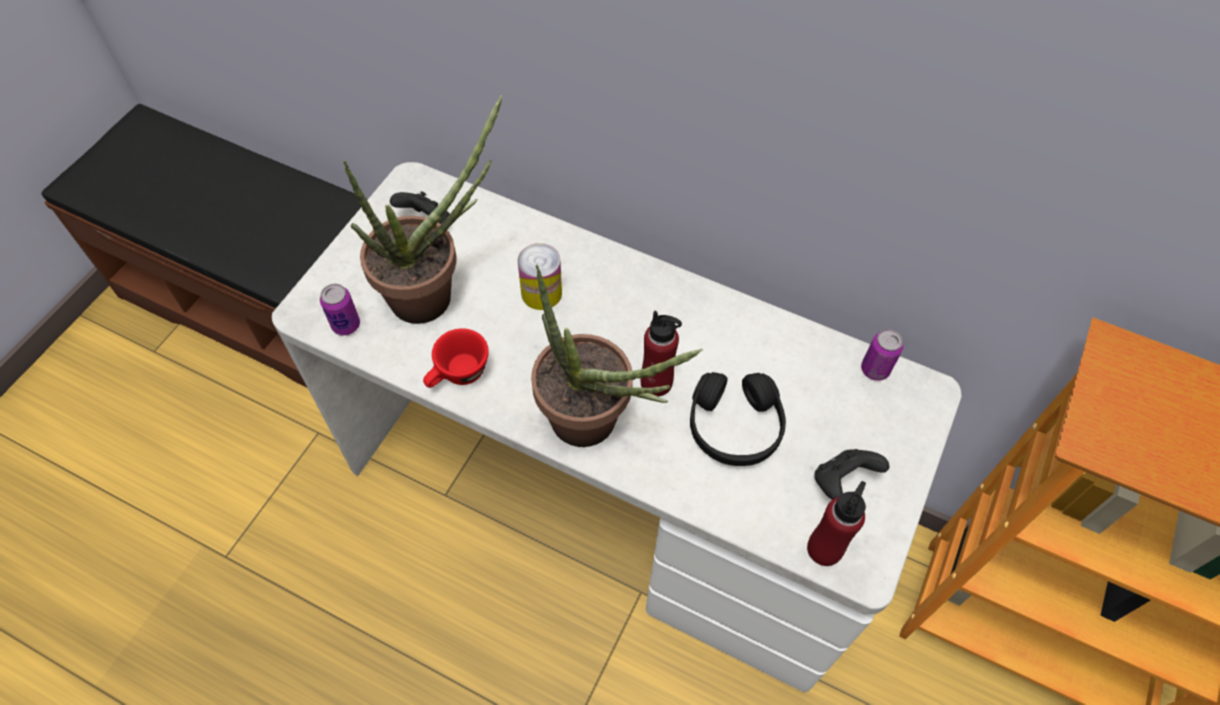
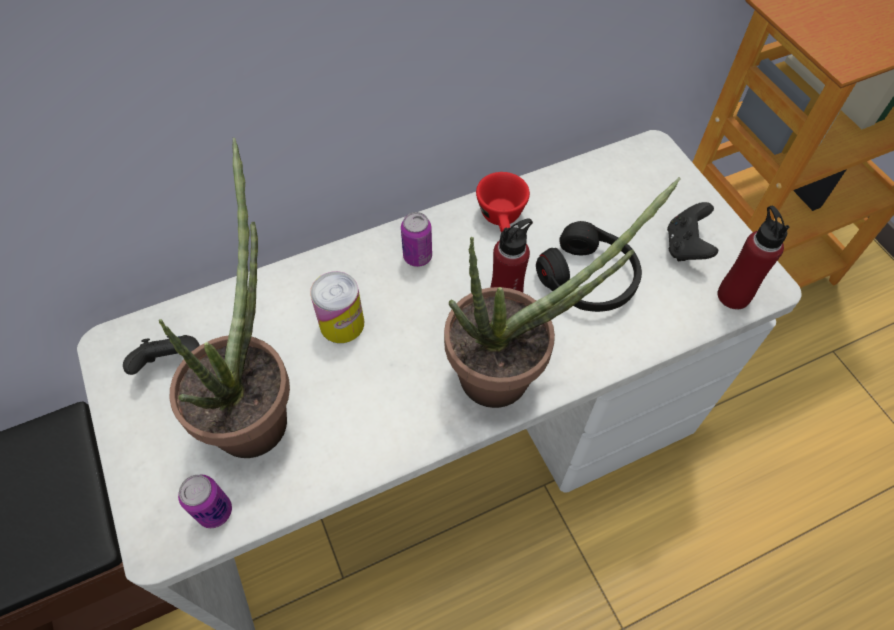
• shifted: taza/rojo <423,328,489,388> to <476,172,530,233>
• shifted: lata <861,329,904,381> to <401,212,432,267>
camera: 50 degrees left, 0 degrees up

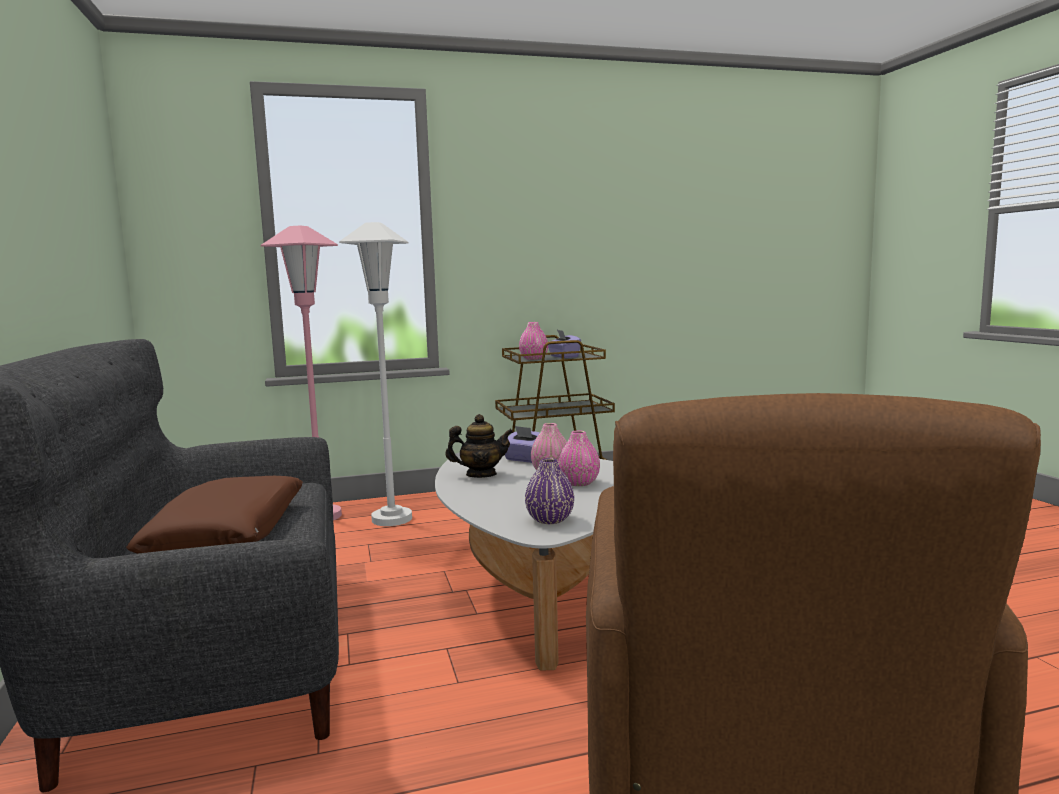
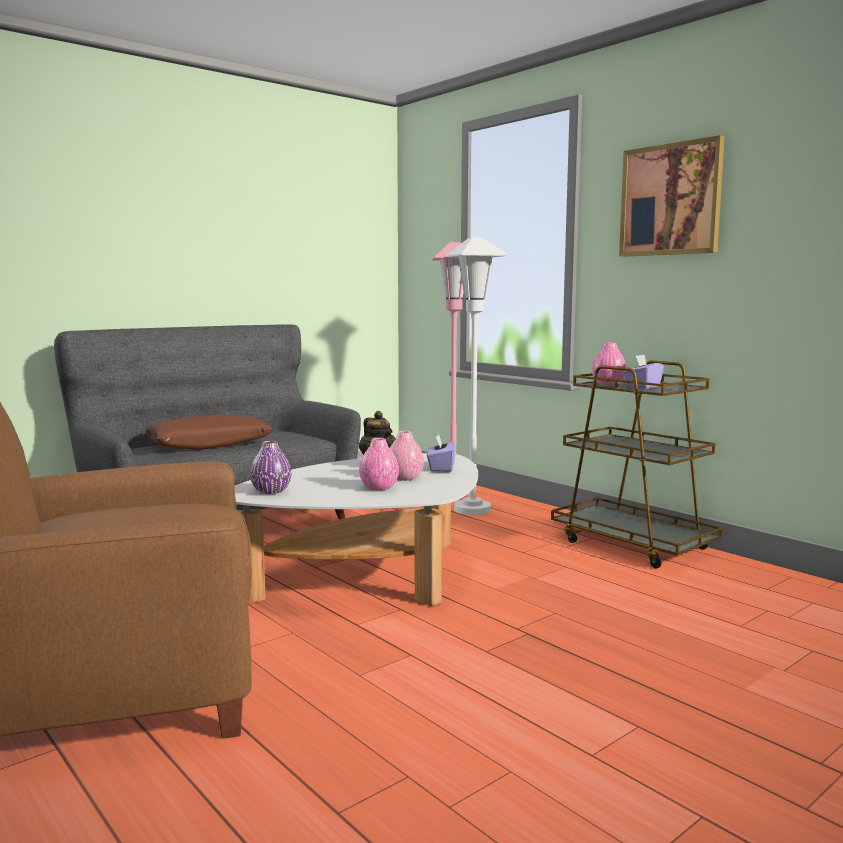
• new: cuadro <619,135,725,257>
camera: 65 degrees right, 0 degrees up

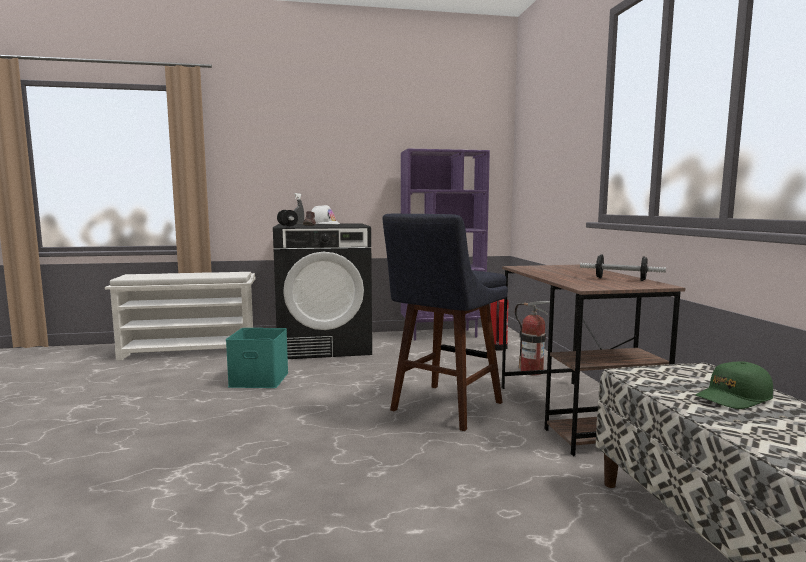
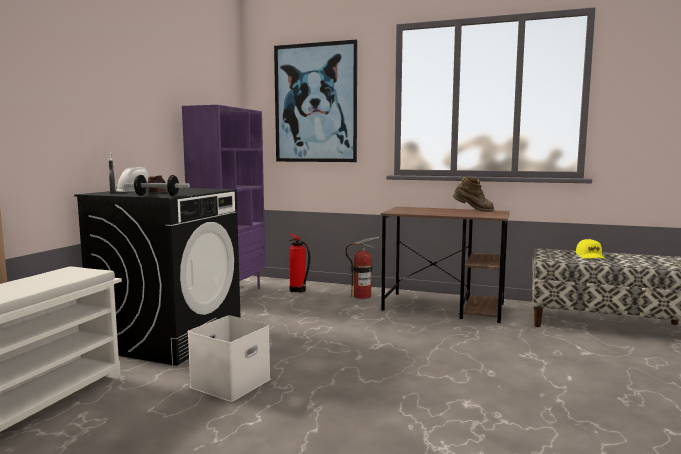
• gone: taburete/azul <382,214,508,431>
• new: cuadro <274,40,357,162>
• swapped: mancuerna <580,255,666,281> to bota/marrón <453,177,494,212>
• repainted: caja de almacenaje/turquesa <226,328,288,388> to caja de almacenaje/blanco <188,315,271,402>
• repainted: gorra/verde <696,361,773,409> to gorra/amarillo <576,239,605,259>
camera: 60 degrees left, 0 degrees up

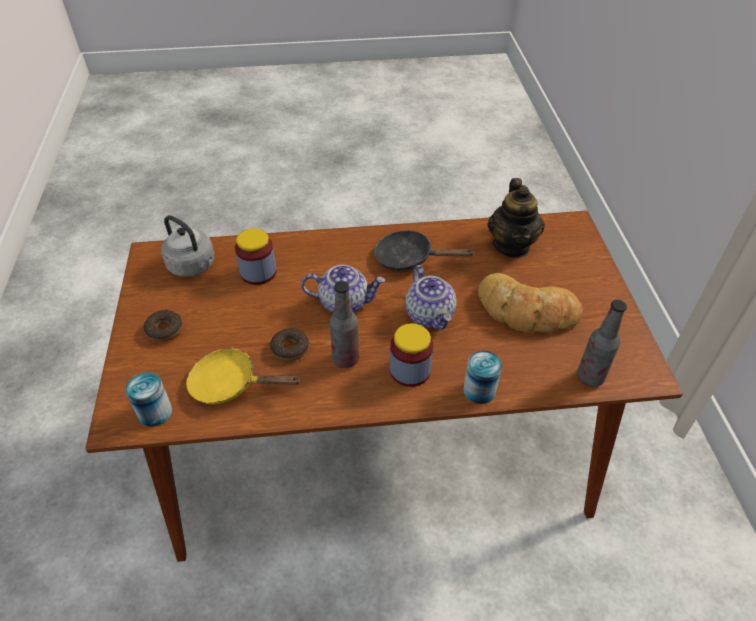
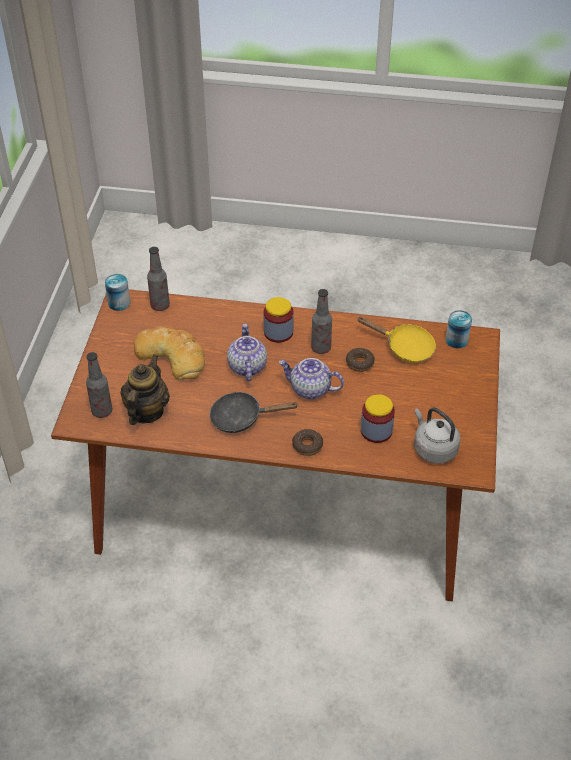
• new: botella <86,352,112,418>
• shifted: rosquilla <144,310,183,342> to <292,429,323,456>
• shifted: lata <463,350,502,404> to <105,274,130,311>
• rotated: sartén/negro <374,230,475,271> = <209,392,299,433> 150 degrees clockwise
camera: 165 degrees left, 0 degrees up

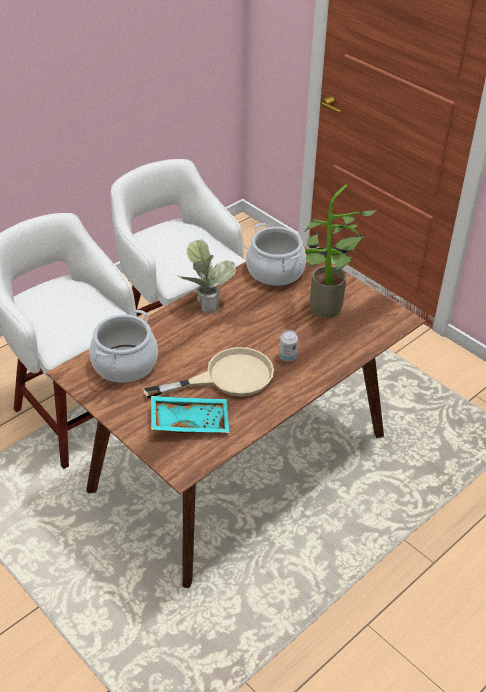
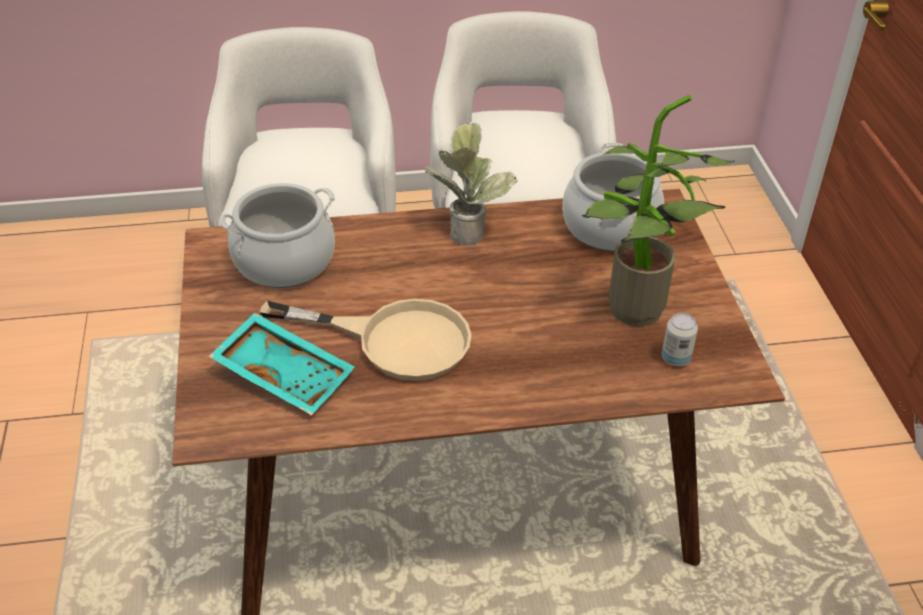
• shifted: lata <279,330,298,361> to <662,313,698,366>
camera: 35 degrees right, 0 degrees up

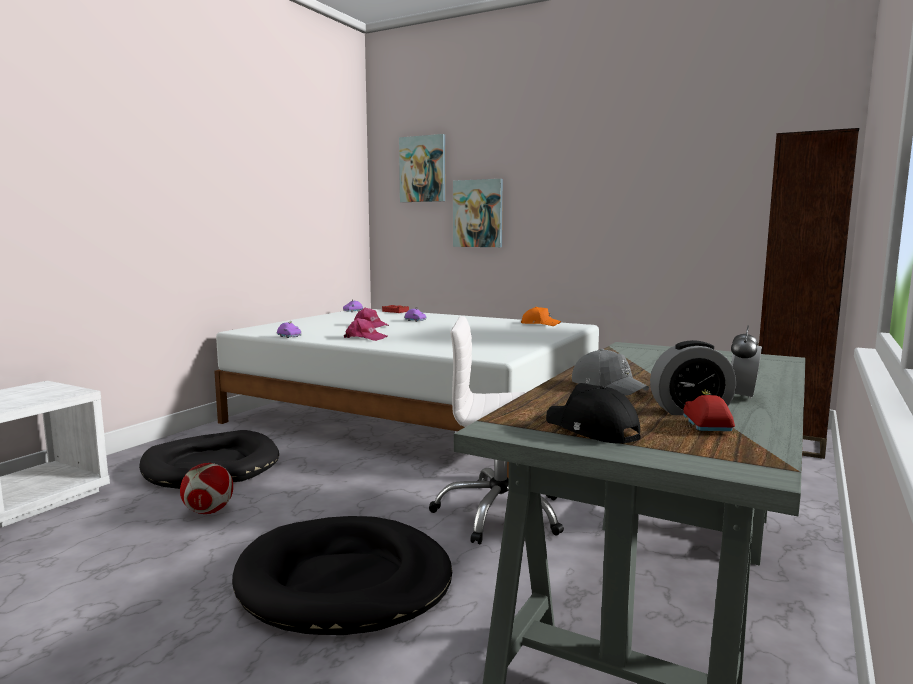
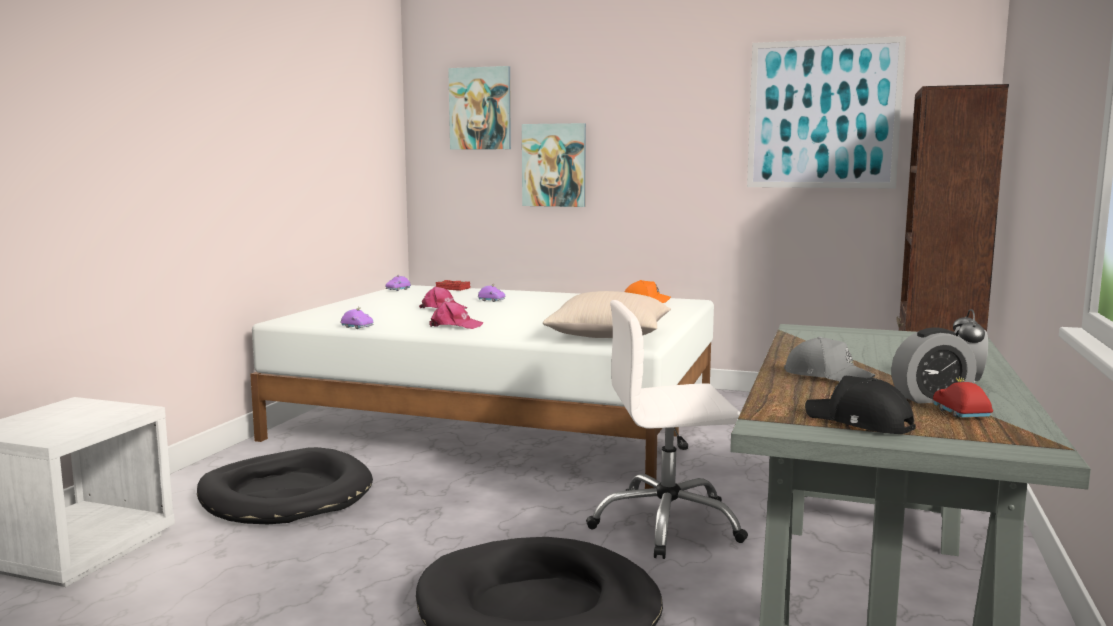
• gone: balón de fútbol <180,463,233,514>
• new: cojín/beis <543,291,671,338>
• new: cuadro <747,36,906,189>
camera: 10 degrees left, 0 degrees up

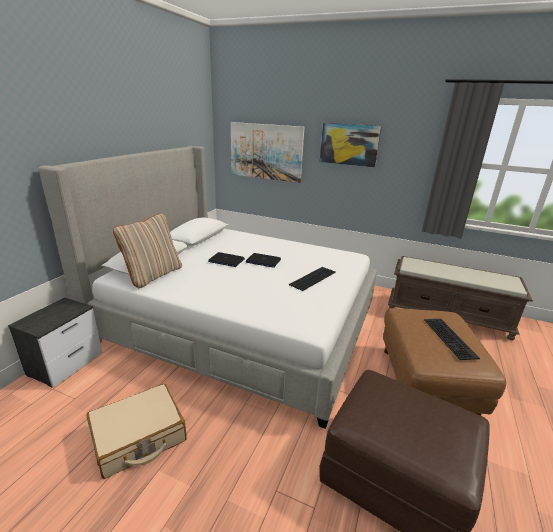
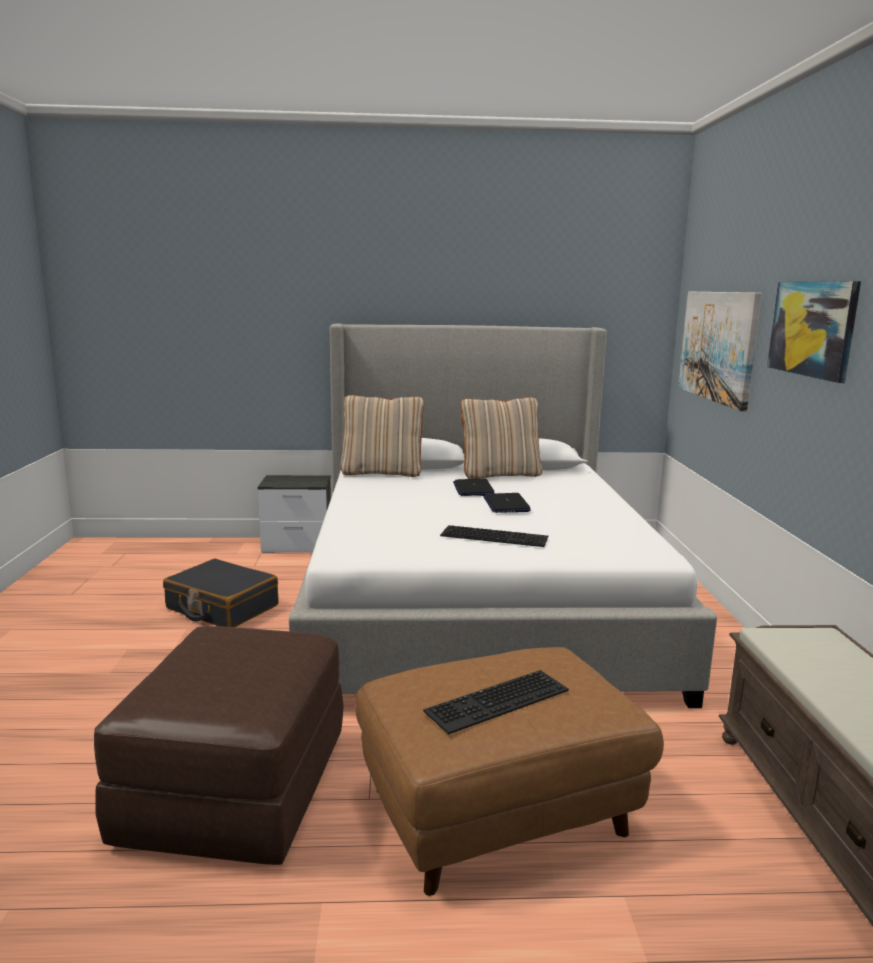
• new: cojín/beis <460,397,542,479>
• repainted: maleta/beis <87,384,187,479> to maleta/negro <163,559,279,627>
camera: 65 degrees right, 10 degrees down

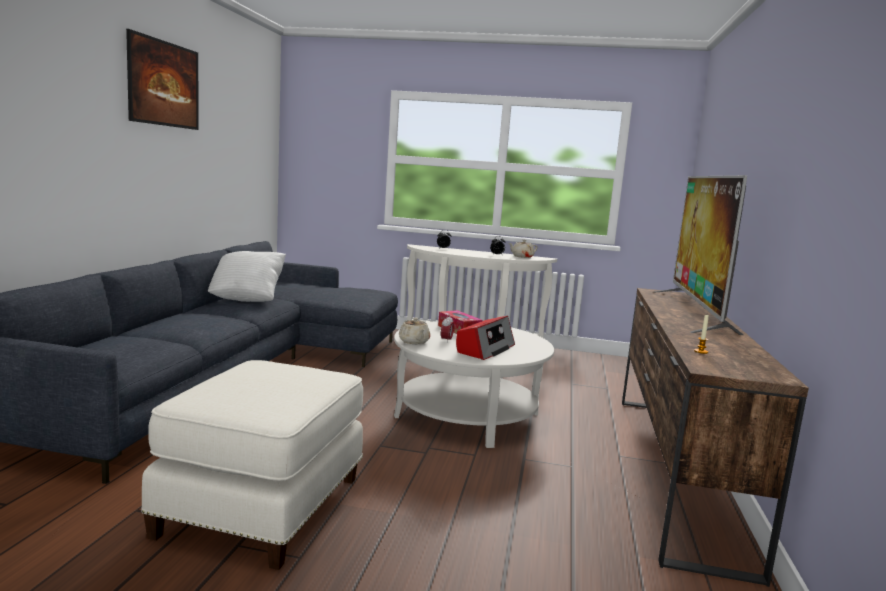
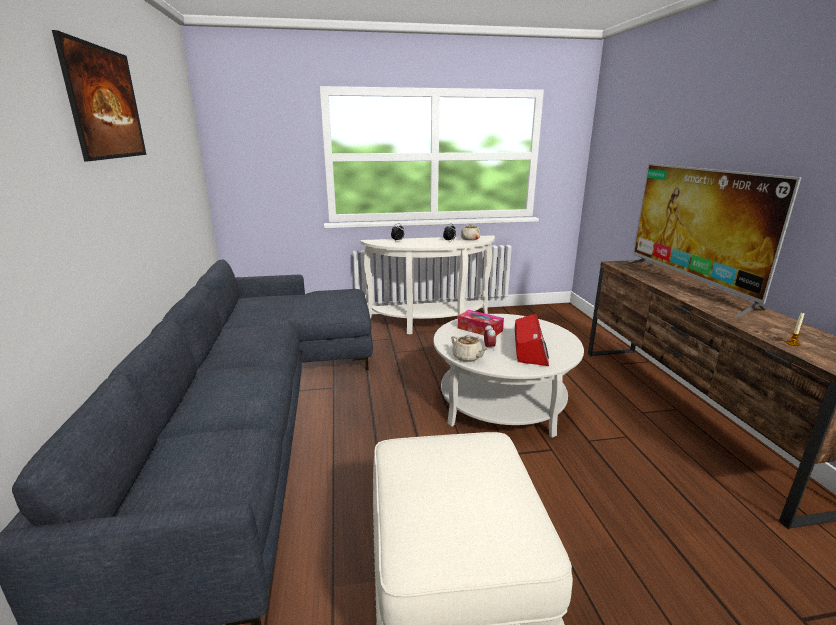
• gone: cojín/blanco <208,251,286,302>
camera: 20 degrees left, 10 degrees up

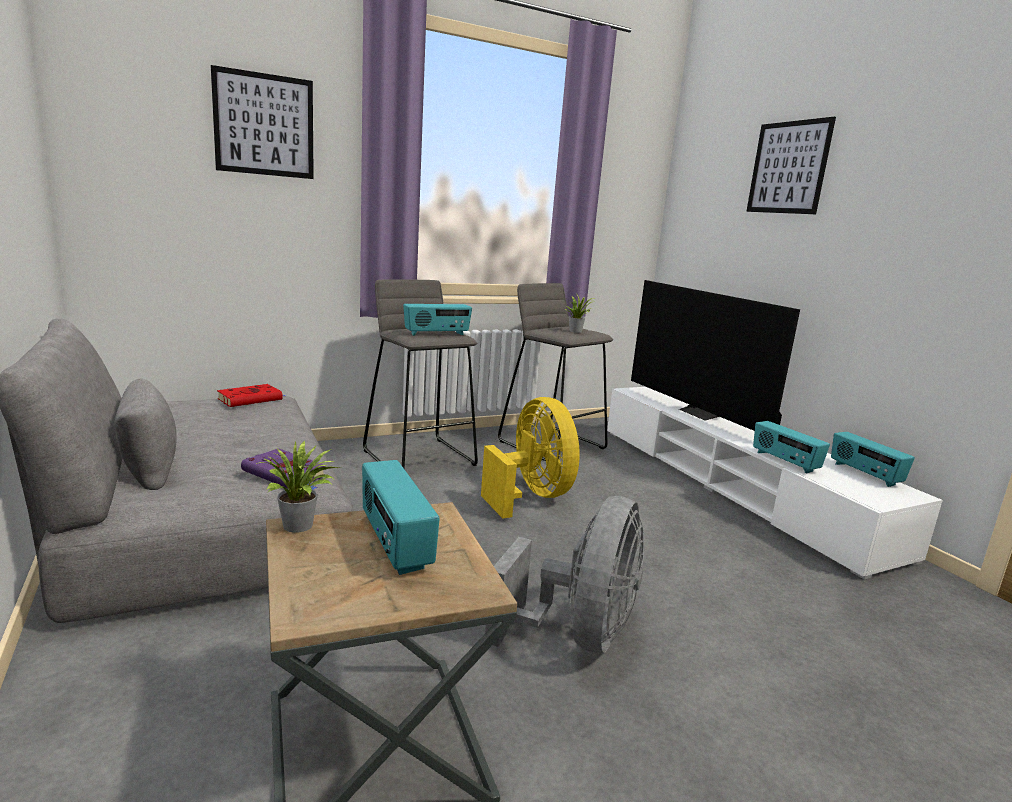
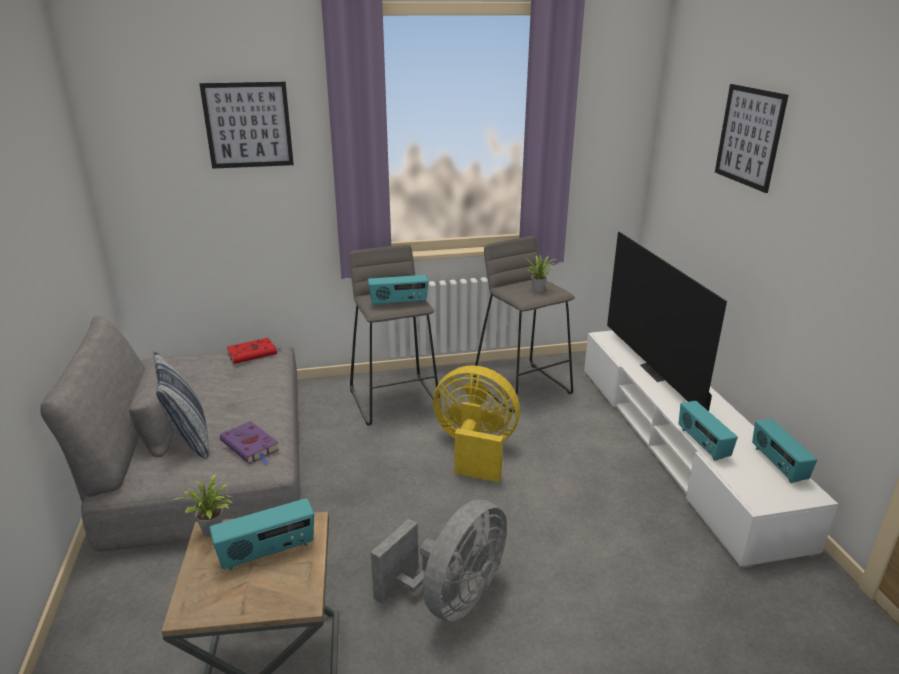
• new: cojín <153,351,209,459>
• rotated: radio <362,460,440,575> = <209,498,314,570> 105 degrees counterclockwise
• rotated: ventilador/amarillo <481,397,580,519> = <433,365,520,482> 60 degrees counterclockwise
camera: 15 degrees right, 10 degrees up

